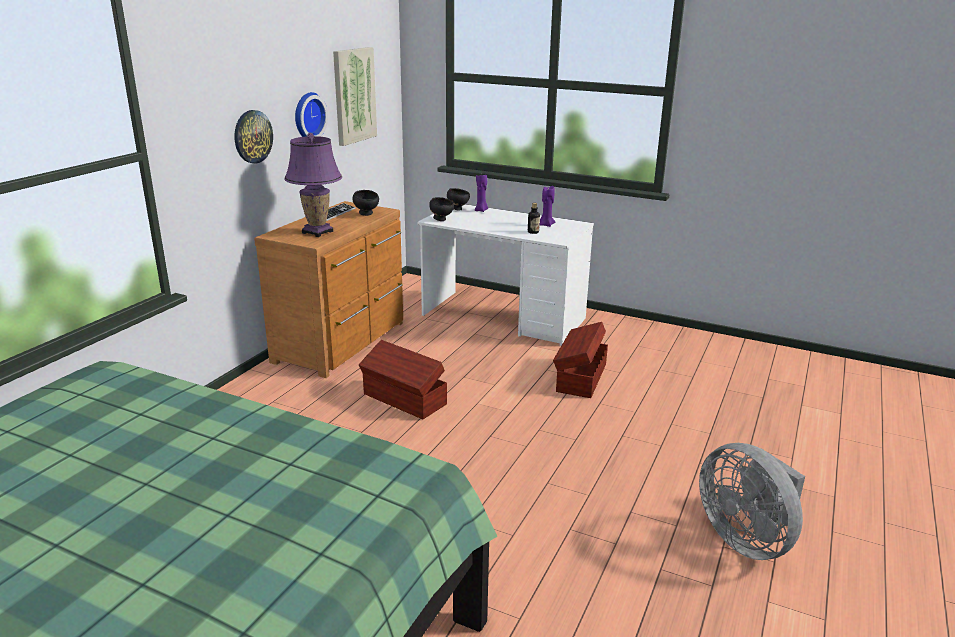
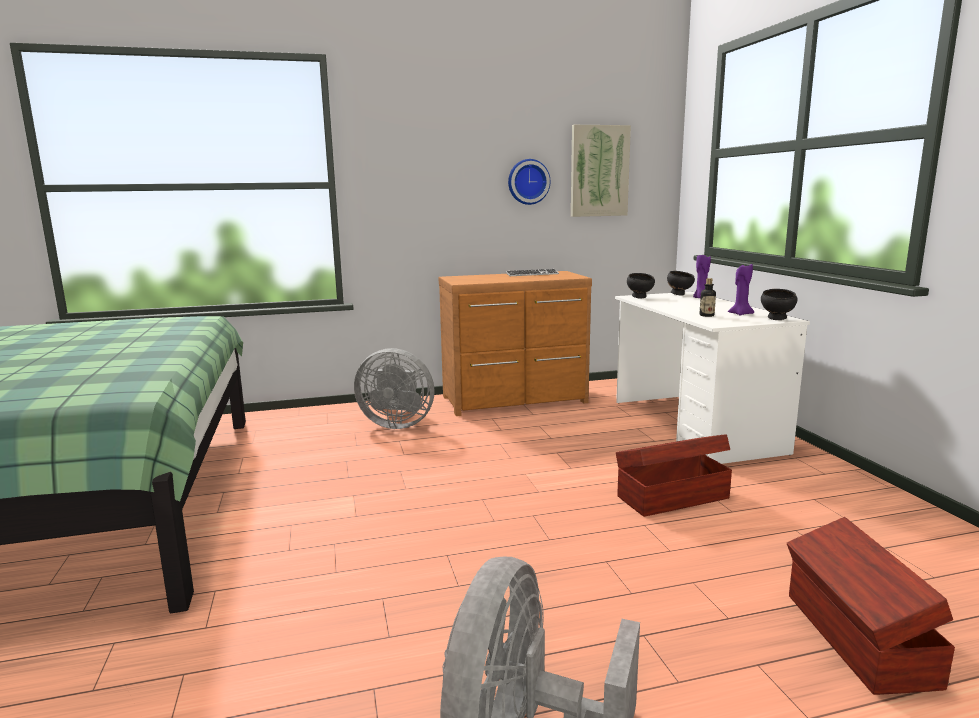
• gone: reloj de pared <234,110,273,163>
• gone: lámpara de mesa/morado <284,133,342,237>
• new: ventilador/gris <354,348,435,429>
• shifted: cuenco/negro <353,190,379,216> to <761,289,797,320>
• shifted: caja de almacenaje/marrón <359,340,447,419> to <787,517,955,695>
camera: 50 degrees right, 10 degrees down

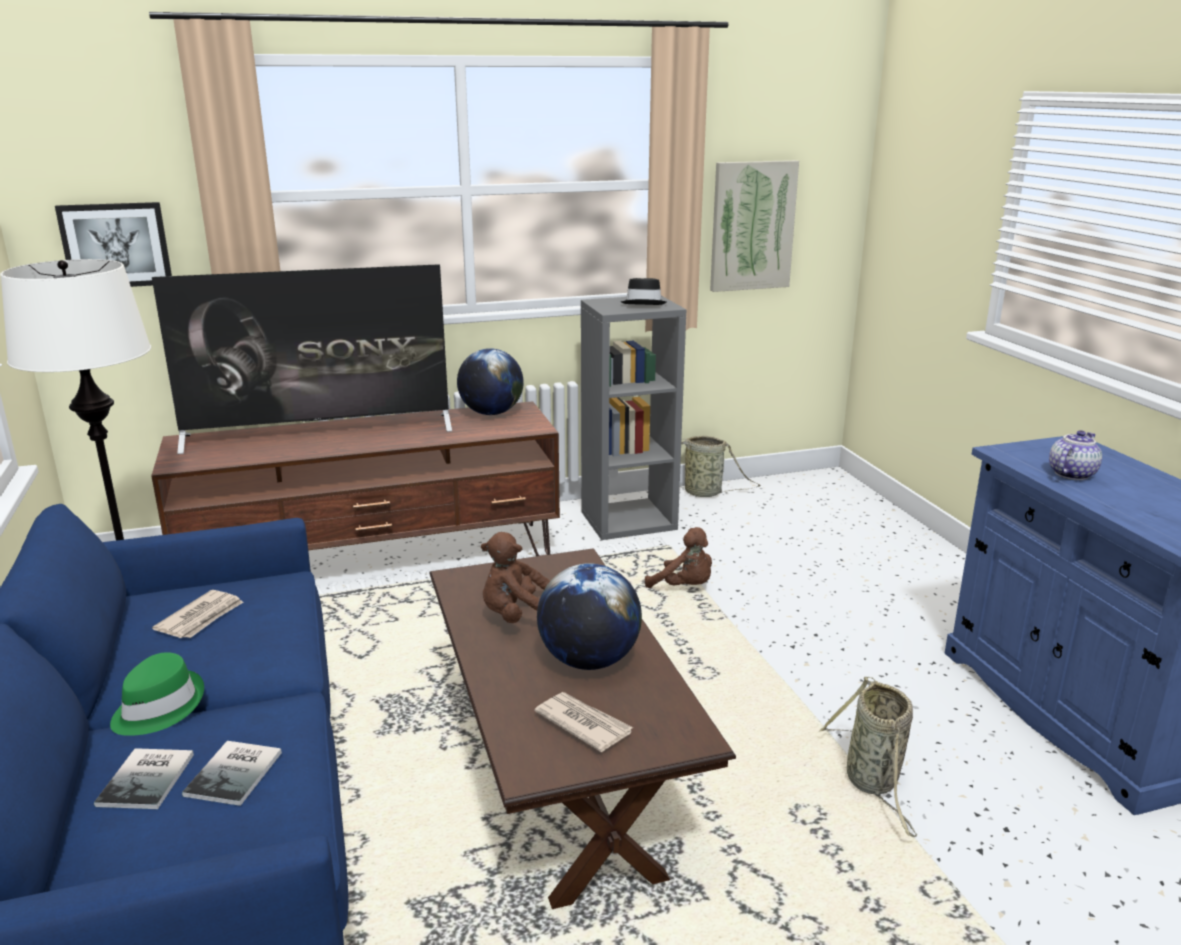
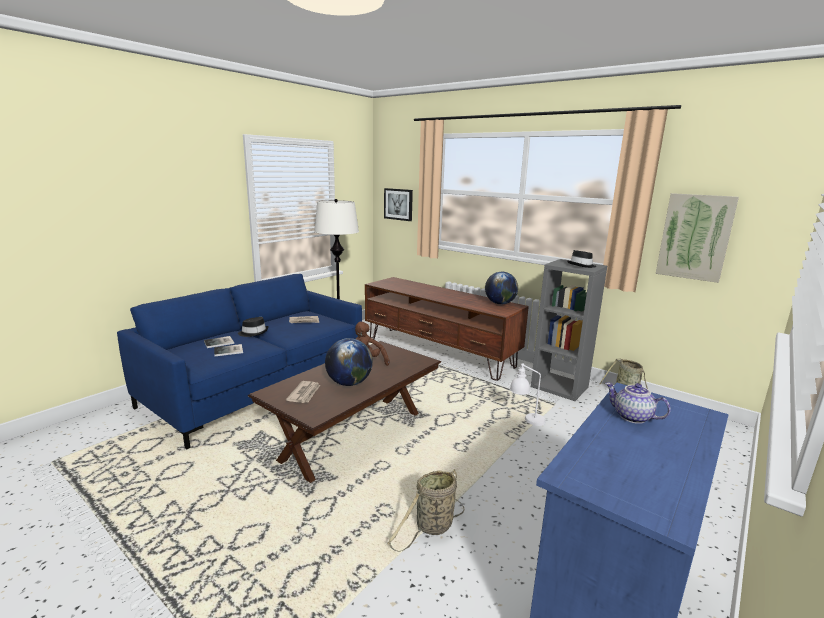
• gone: televisor <152,264,452,454>
• swapped: peluche/marrón <645,527,712,588> to lámpara de mesa/blanco <509,363,545,426>
• repainted: sombrero/verde <110,652,204,736> to sombrero/negro <238,317,269,337>
• rotated: tetera <1049,430,1102,480> = <605,383,671,424> 150 degrees counterclockwise
camera: 55 degrees right, 5 degrees down

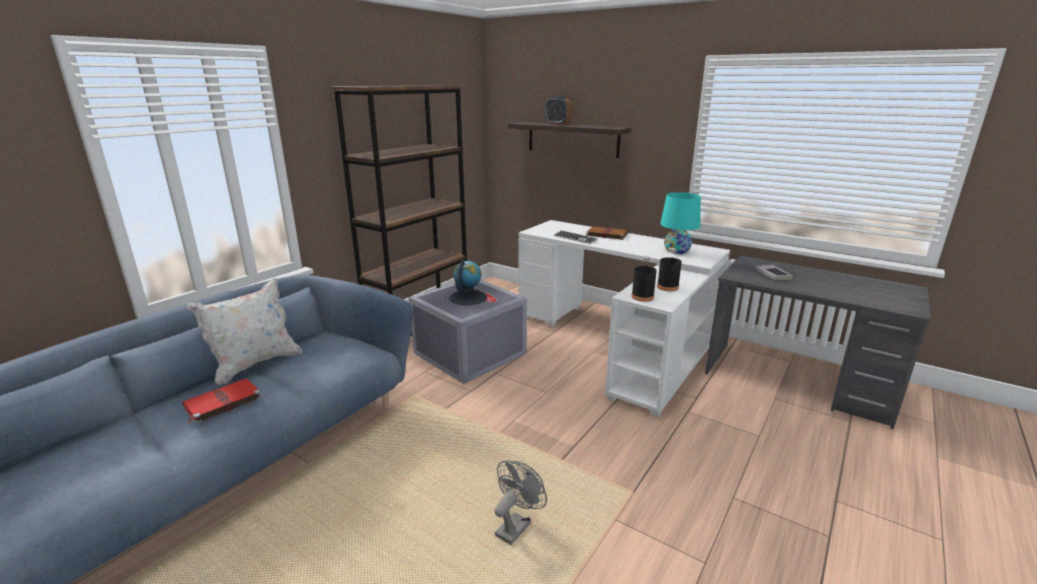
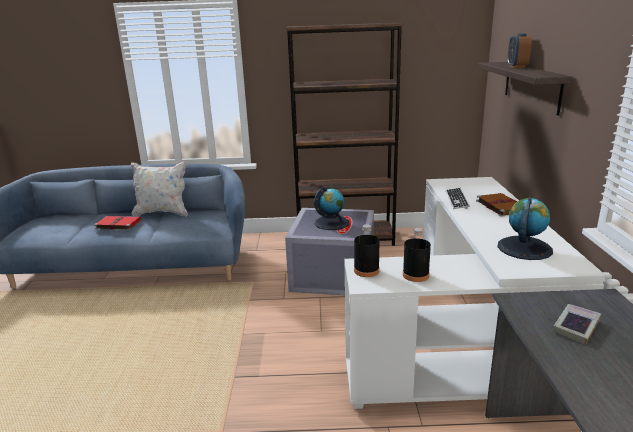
• gone: ventilador/gris <494,460,547,545>
• swapped: lámpara de mesa/turquesa <660,192,701,254> to globo terráqueo <497,197,553,260>
camera: 55 degrees right, 0 degrees up

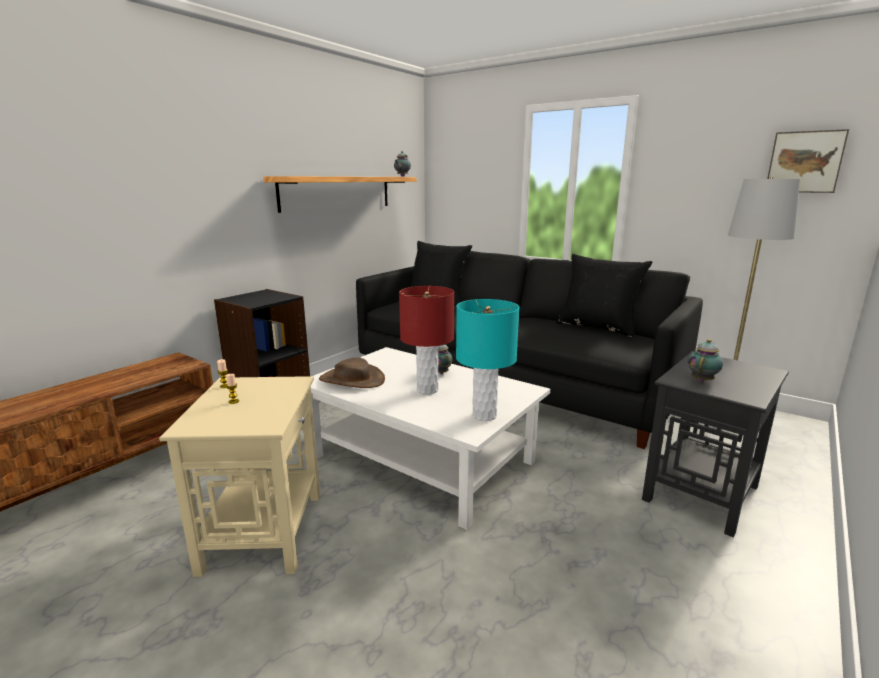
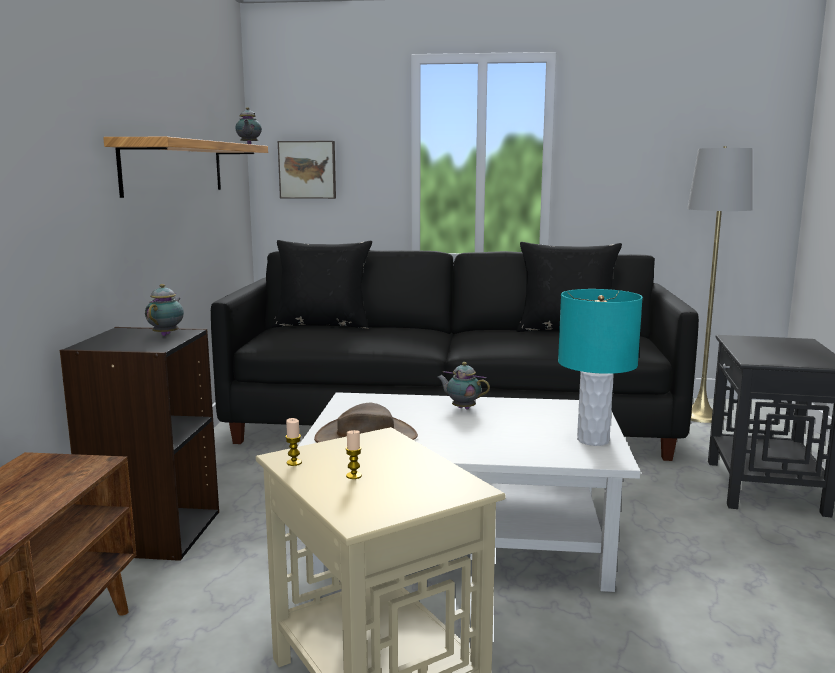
• gone: lámpara de mesa/rojo <399,286,454,394>
• shifted: tetera <688,339,723,382> to <145,284,184,336>
• shifted: cuadro <767,129,849,193> to <278,141,336,199>
camera: 30 degrees left, 5 degrees down

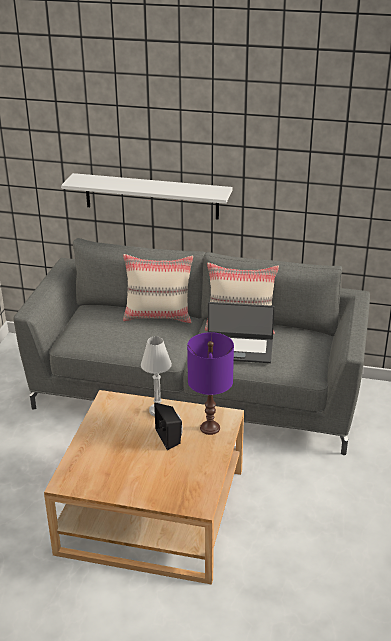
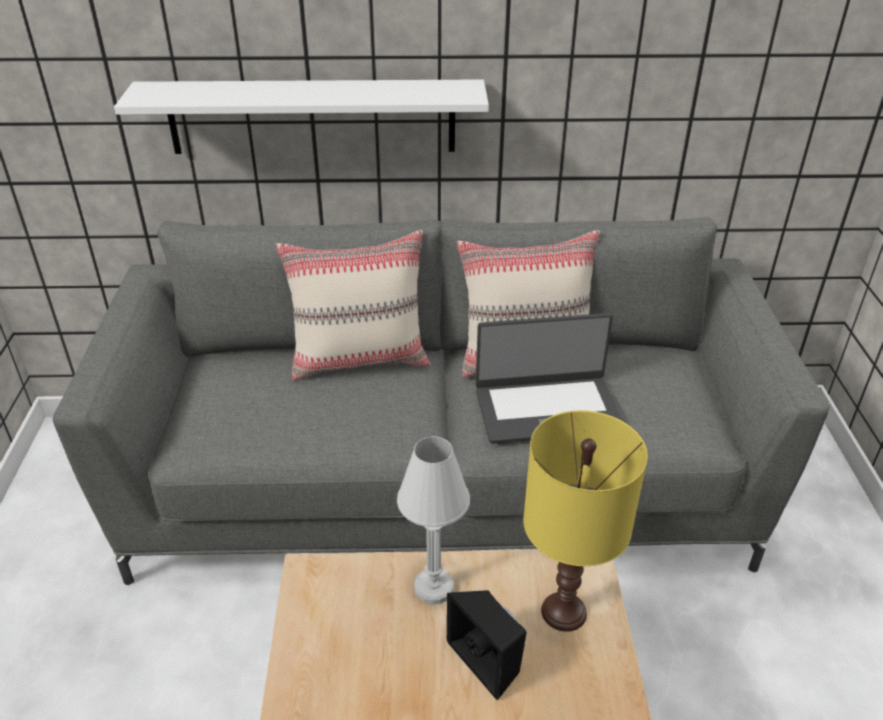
• repainted: lámpara de mesa/morado <187,332,234,435> to lámpara de mesa/amarillo <523,410,648,632>
camera: 15 degrees left, 5 degrees up

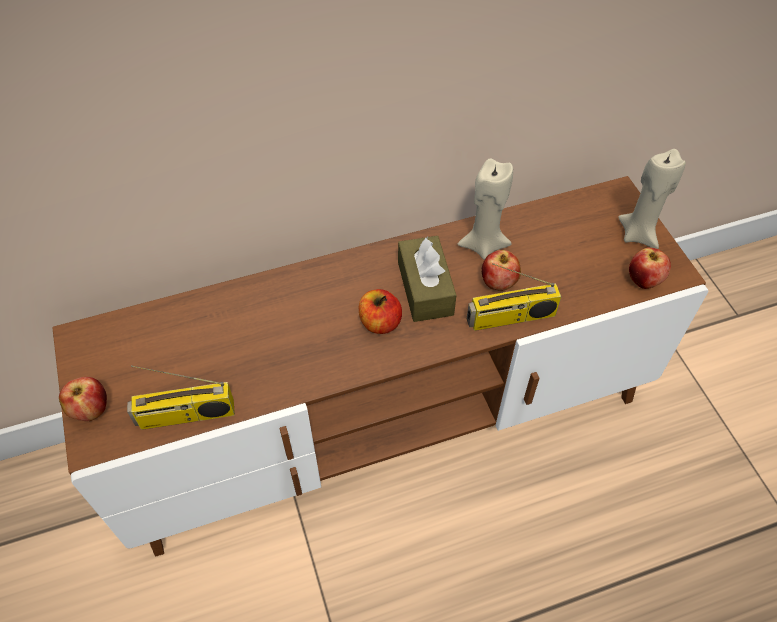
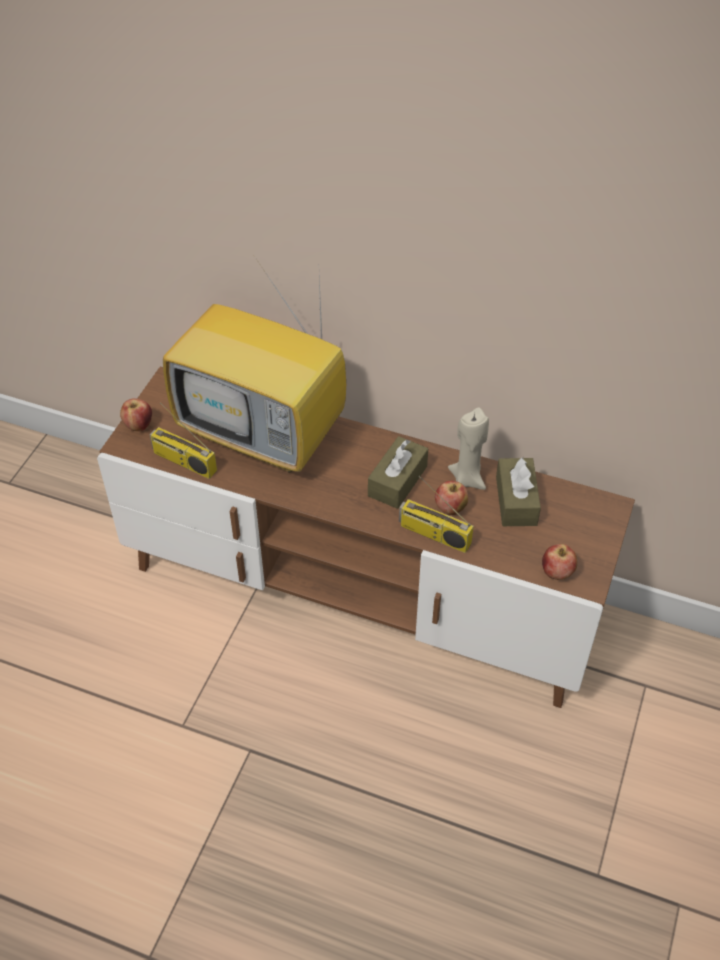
• gone: manzana <359,289,402,334>
• gone: vela/beis <618,149,686,249>
• new: televisor <163,263,346,473>
• new: caja de pañuelos/marrón <496,457,541,526>
camera: 40 degrees right, 5 degrees down

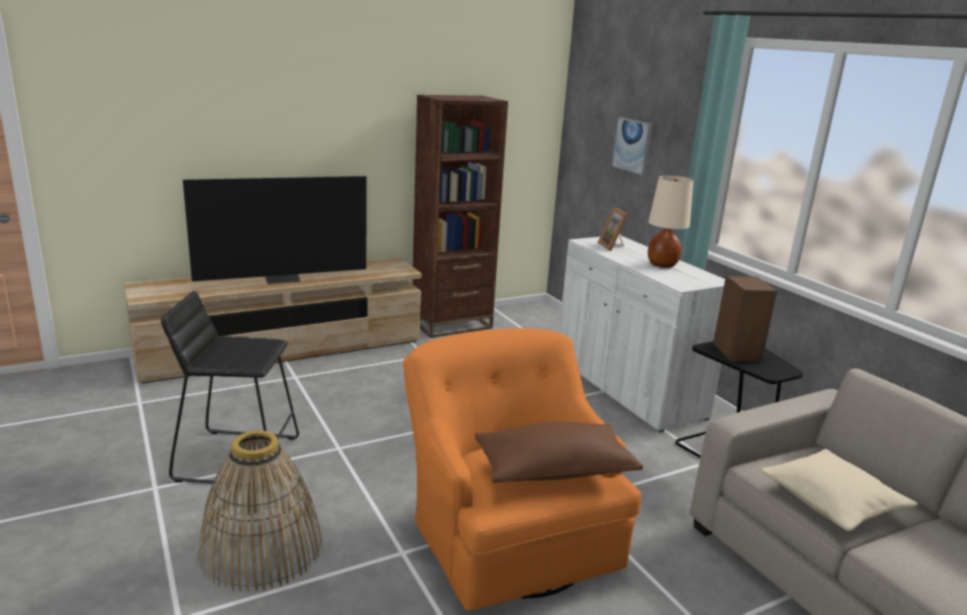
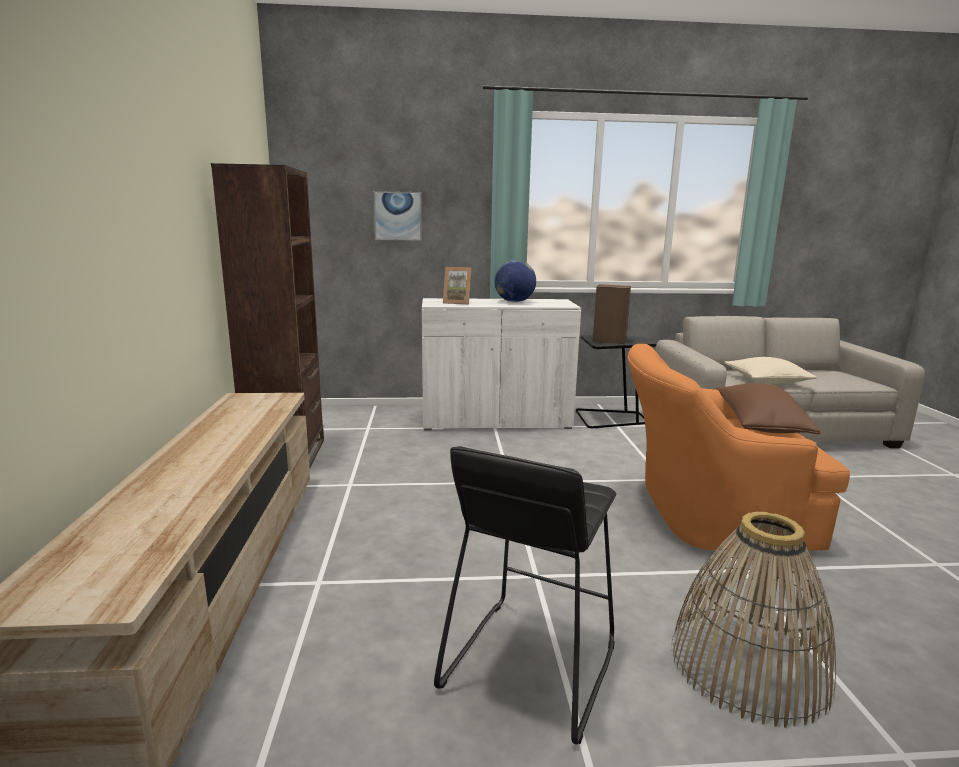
• gone: televisor <183,176,366,284>
• swapped: lámpara de mesa/beis <648,175,693,268> to globo terráqueo <495,260,536,302>
camera: 65 degrees left, 5 degrees down

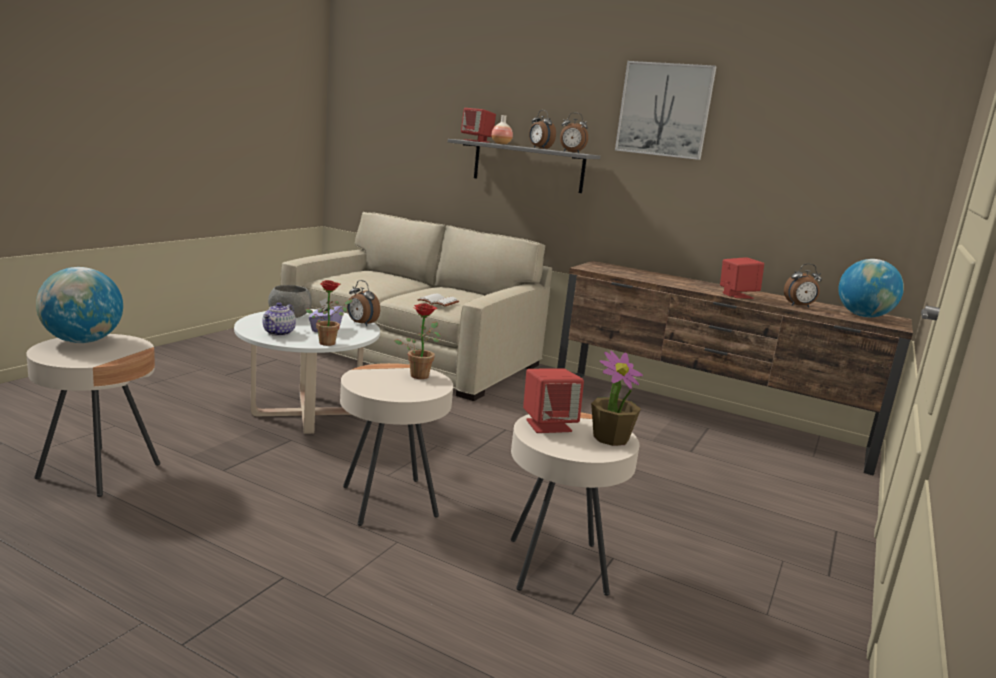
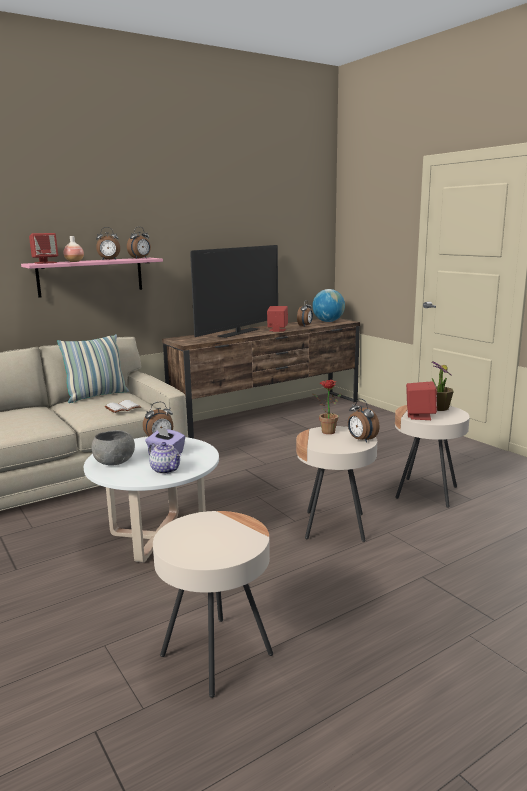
• gone: globo terráqueo <36,267,123,343>
• gone: planta en maceta <305,280,353,346>
• gone: cuadro <615,61,717,160>
• new: cojín <57,334,129,403>
• new: televisor <190,245,278,338>
• new: despertador <348,399,380,443>
• repainted: estante/gris <448,139,601,193> to estante/rosa <21,258,163,298>
camera: 60 degrees left, 0 degrees up

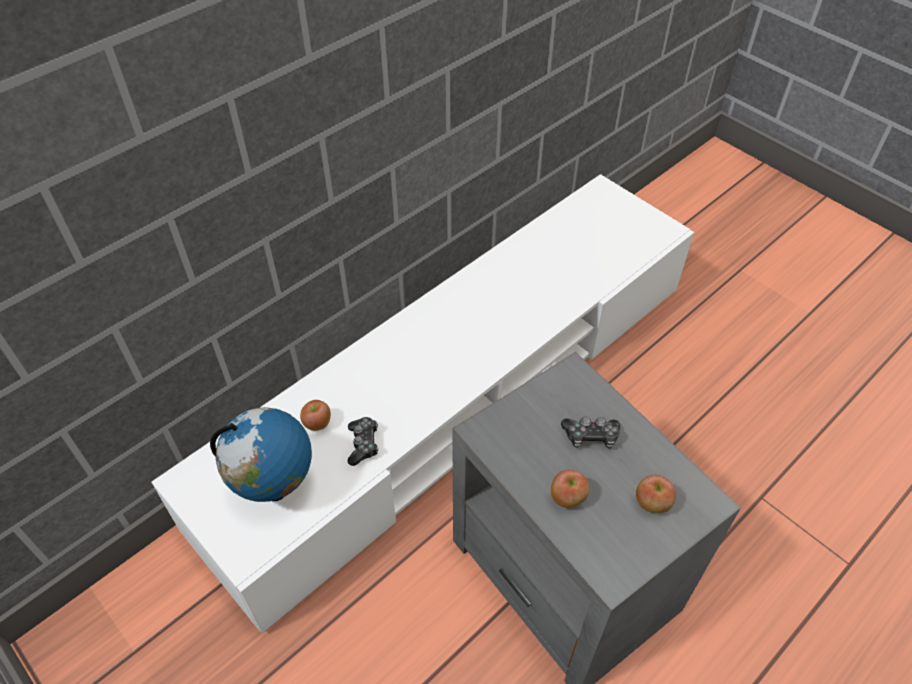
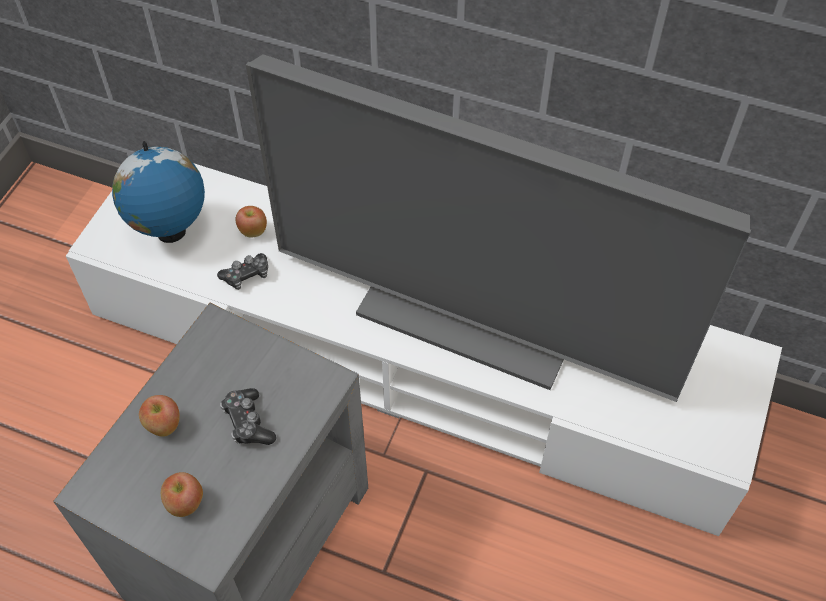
• new: televisor <246,54,751,402>
camera: 65 degrees right, 5 degrees up

